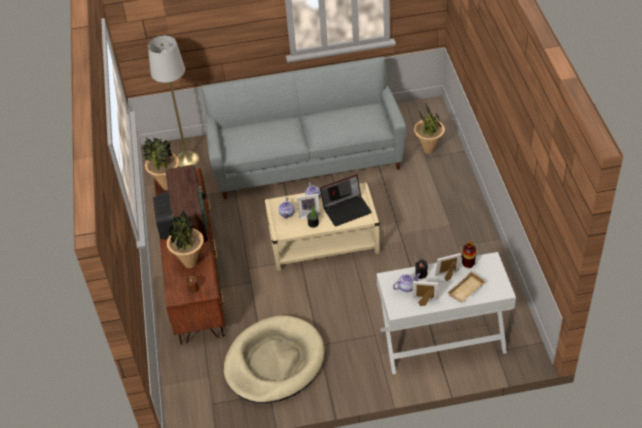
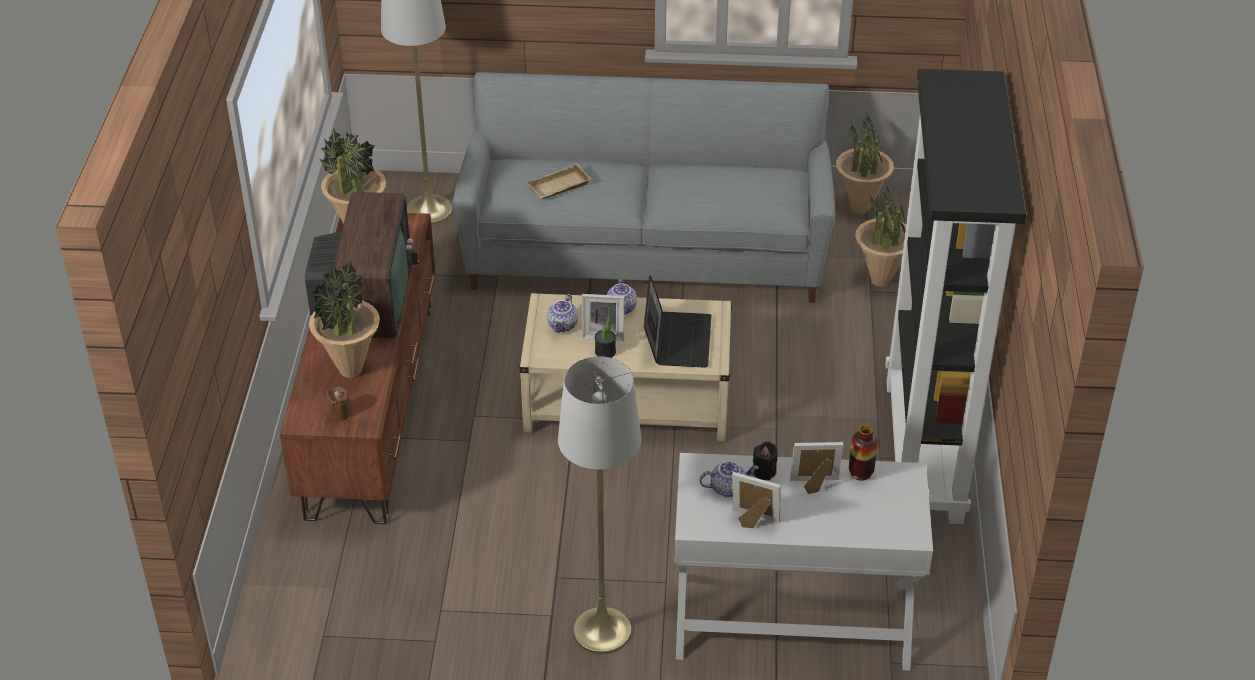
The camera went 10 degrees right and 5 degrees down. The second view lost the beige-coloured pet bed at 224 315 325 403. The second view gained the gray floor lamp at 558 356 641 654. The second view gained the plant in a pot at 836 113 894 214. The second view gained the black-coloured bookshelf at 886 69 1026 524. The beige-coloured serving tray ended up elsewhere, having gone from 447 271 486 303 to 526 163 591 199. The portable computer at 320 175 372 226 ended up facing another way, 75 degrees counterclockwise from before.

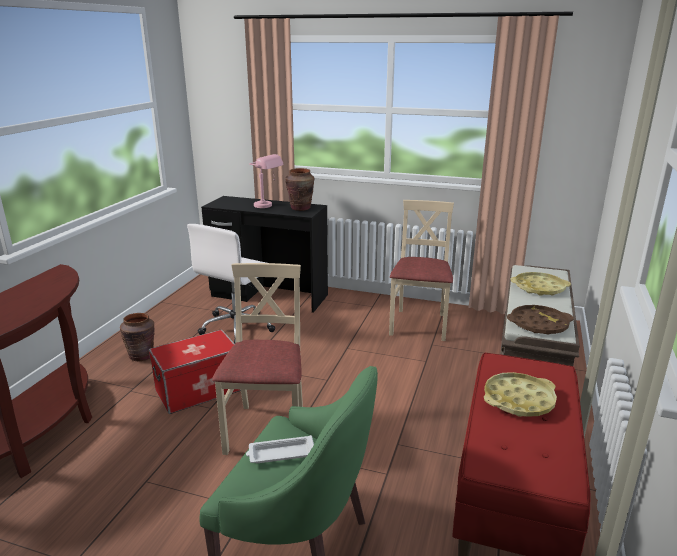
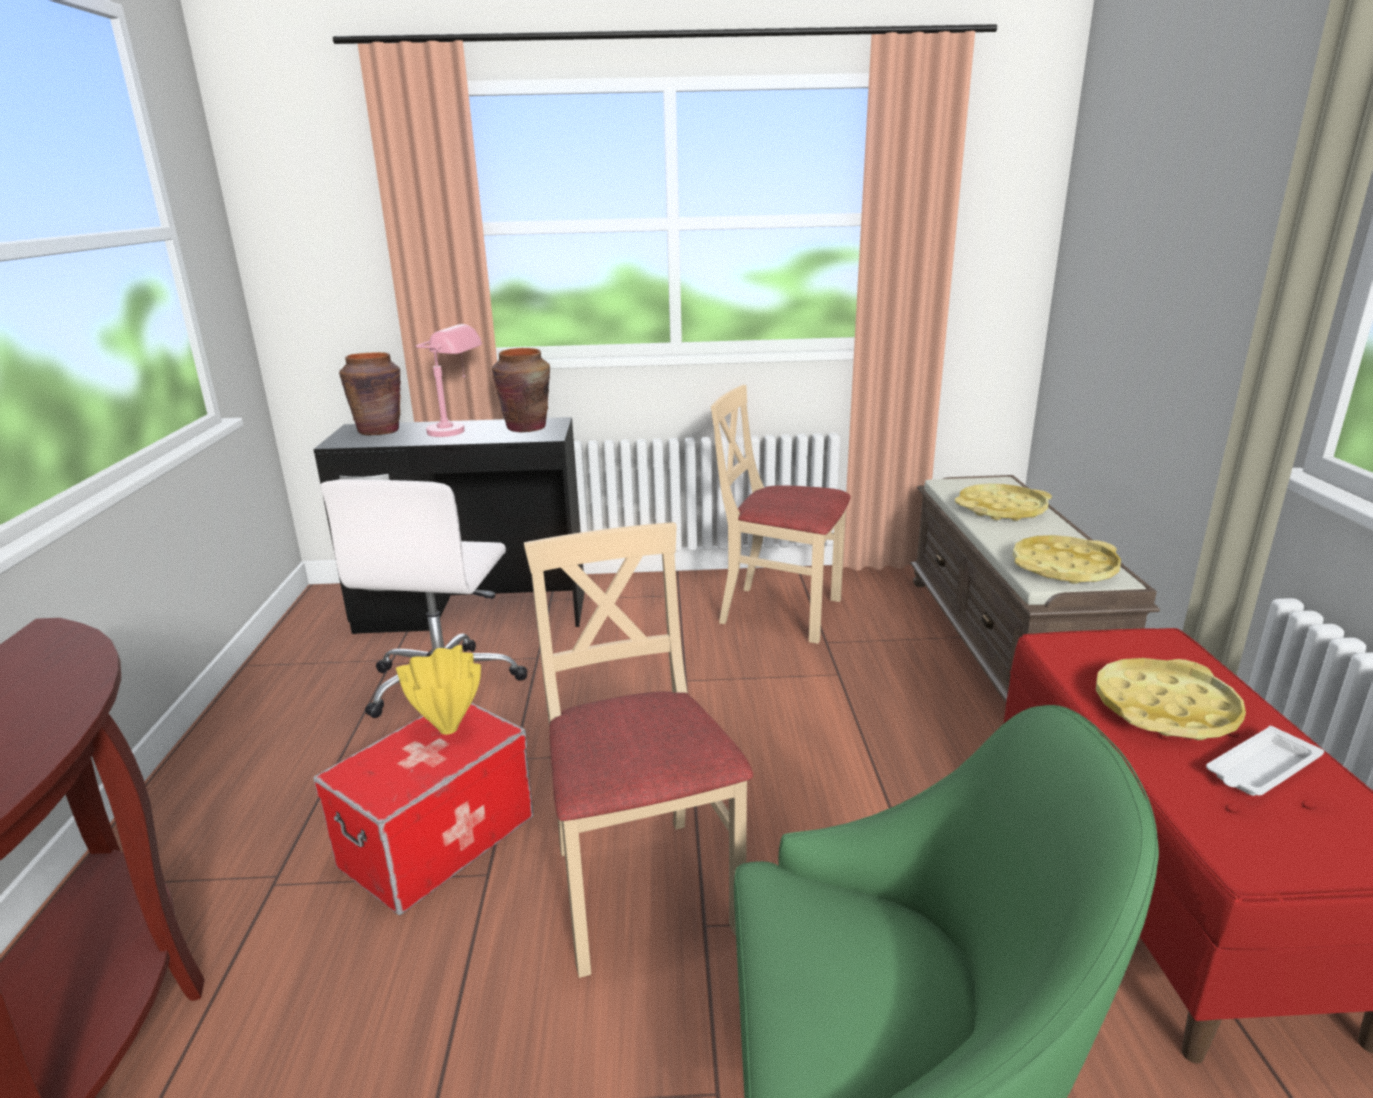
The camera went 20 degrees left and 0 degrees up. The second view gained the yellow-coloured vase at 396 645 481 735. The brown vase ended up elsewhere, having gone from 120 313 155 361 to 339 352 401 435. The white-coloured serving tray ended up elsewhere, having gone from 246 435 314 463 to 1206 726 1324 796. What was the brown serving tray at 507 305 574 334 turned into the yellow-coloured serving tray at 1013 535 1121 584. The beige-coloured upright chair at 389 200 454 341 ended up facing another way, 60 degrees counterclockwise from before.

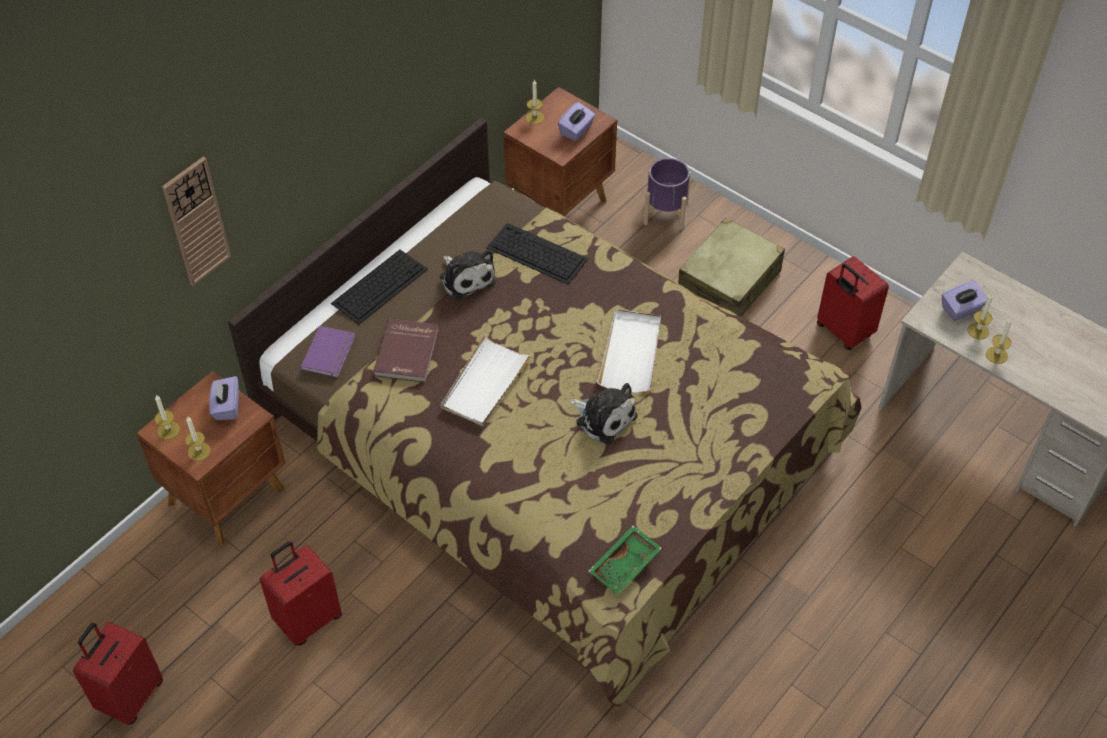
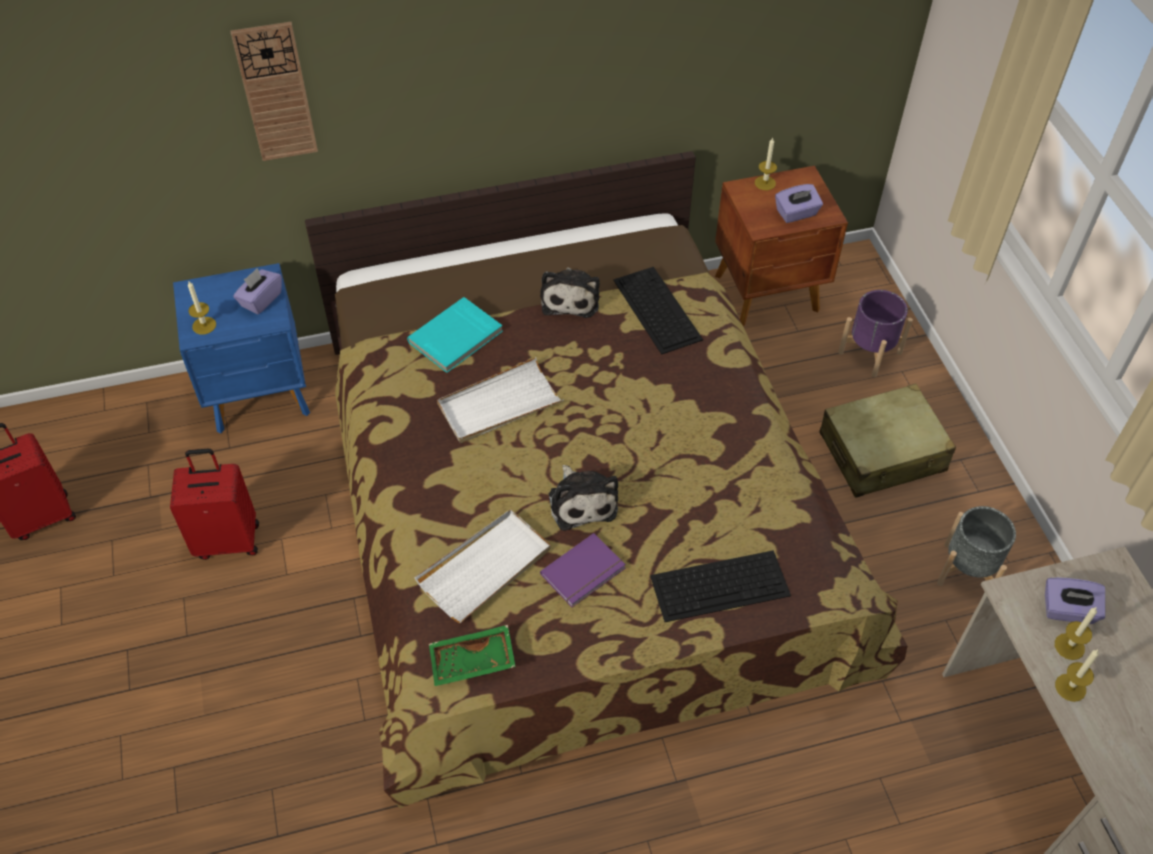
The camera went 35 degrees right and 0 degrees up. The second view lost the candle at 155 395 180 440. The purple-coloured volume ended up elsewhere, having gone from 300 326 356 378 to 540 533 626 608. The PC keyboard ended up elsewhere, having gone from 331 250 428 324 to 650 550 791 622. The white-coloured serving tray ended up elsewhere, having gone from 596 309 661 393 to 414 509 551 623. Where the reddish piece of luggage stood at 817 256 889 350, the gray planter came to stand at 937 506 1016 586. What was the brown nightstand at 136 371 285 546 turned into the blue-coloured nightstand at 173 263 310 434. What was the reddish volume at 373 319 439 382 turned into the turquoise volume at 407 297 503 373.

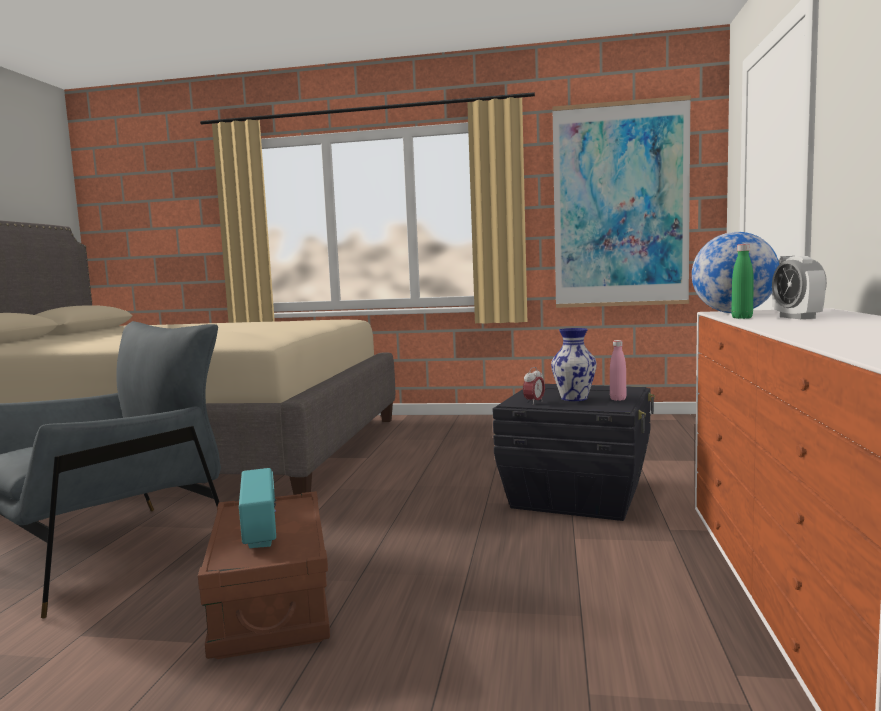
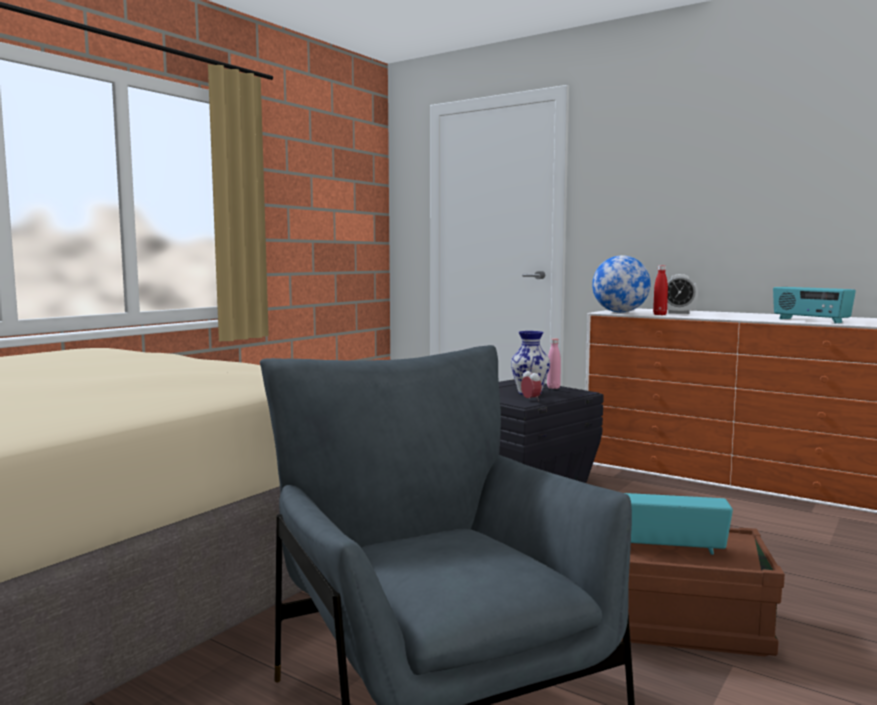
The camera went 65 degrees left and 0 degrees up. The second view lost the picture at 552 95 691 308. The second view gained the radio at 773 287 856 324. What was the green drink bottle at 731 244 754 319 turned into the reddish drink bottle at 653 265 668 315.

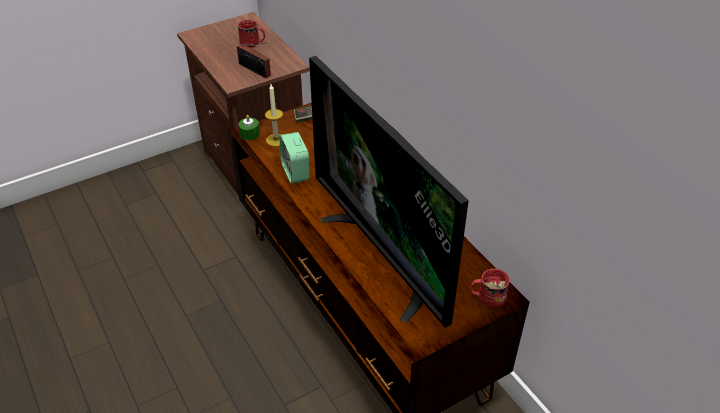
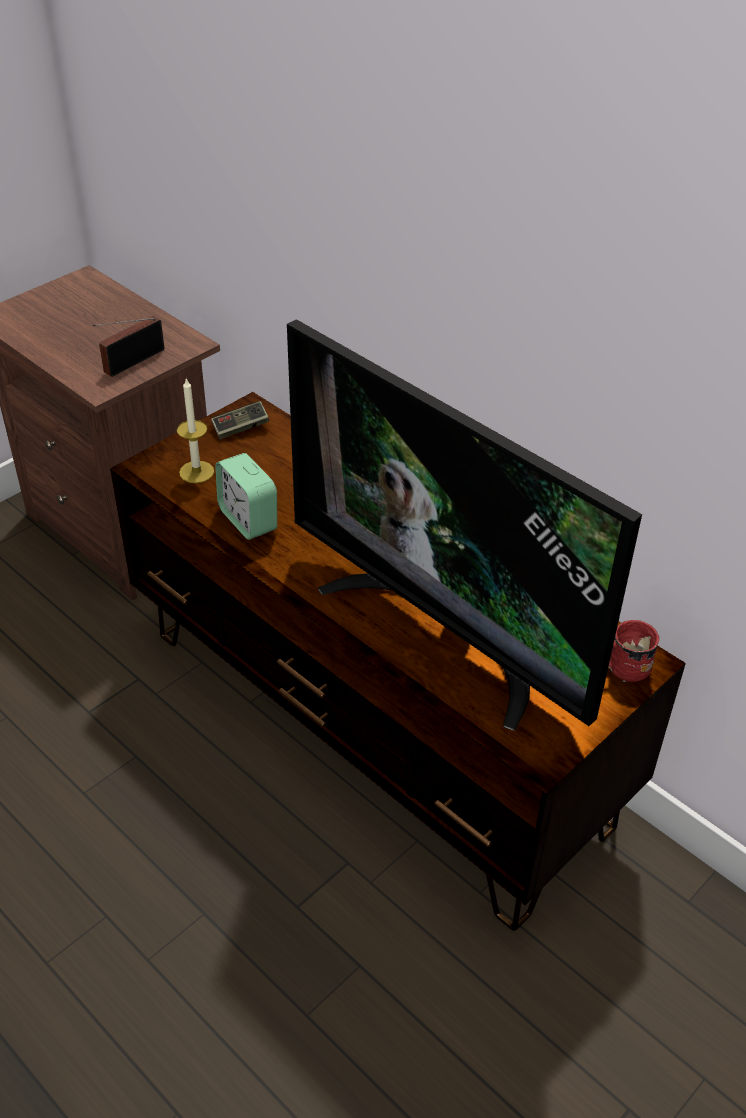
The camera went 15 degrees left and 0 degrees up. The second view lost the reddish tea mug at 238 20 265 48. The second view lost the green candle at 239 115 260 140. The radio at 237 44 271 78 ended up facing another way, 105 degrees clockwise from before.

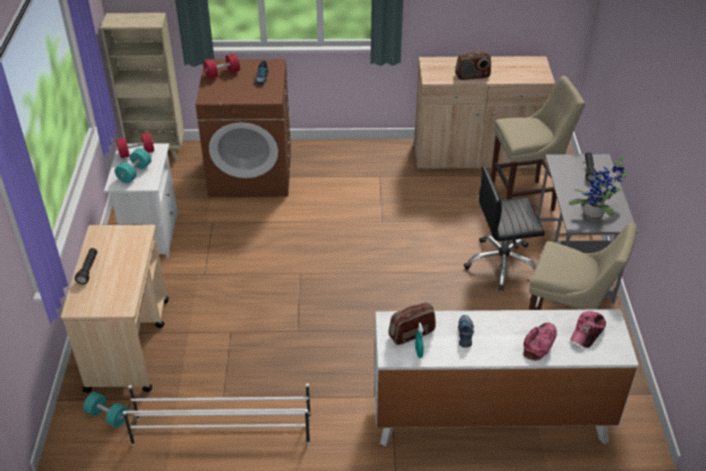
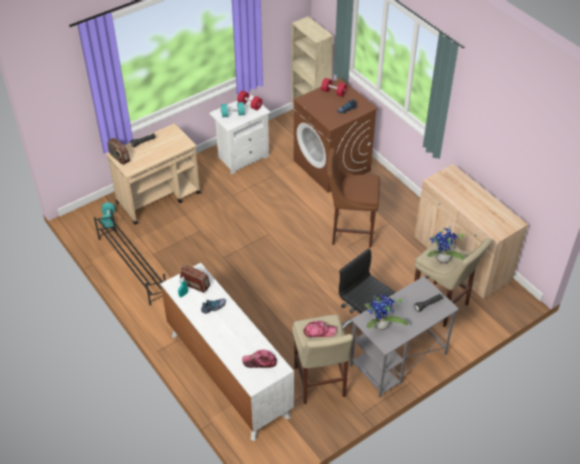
The camera went 55 degrees right and 5 degrees up. The second view gained the brown stool at 326 148 380 248. The second view gained the plant in a pot at 427 228 466 264. The radio ended up elsewhere, having gone from 455 50 491 80 to 108 138 130 165. The baseball cap ended up elsewhere, having gone from 524 322 557 360 to 304 321 337 337. What was the white-coloured shoe shelf at 123 383 311 446 turned into the black-coloured shoe shelf at 94 209 166 305.

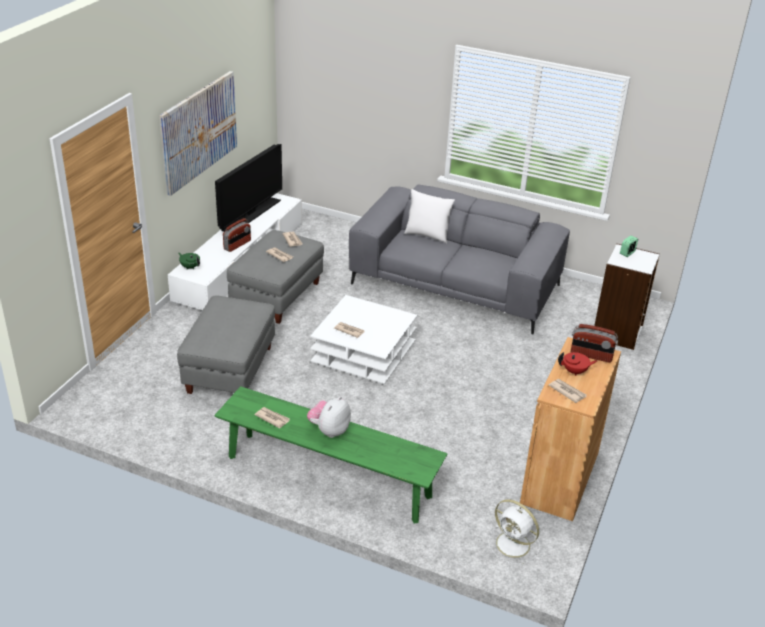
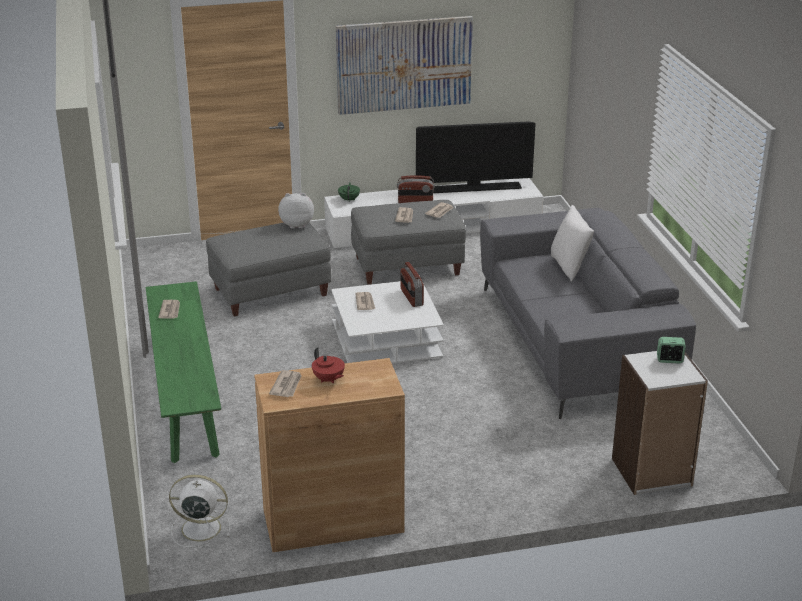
The camera went 55 degrees right and 5 degrees down. The plush toy ended up elsewhere, having gone from 307 397 351 438 to 278 193 314 229. The radio ended up elsewhere, having gone from 571 324 618 363 to 401 262 424 307. The white-coloured fan at 488 499 540 565 ended up facing another way, 90 degrees clockwise from before.

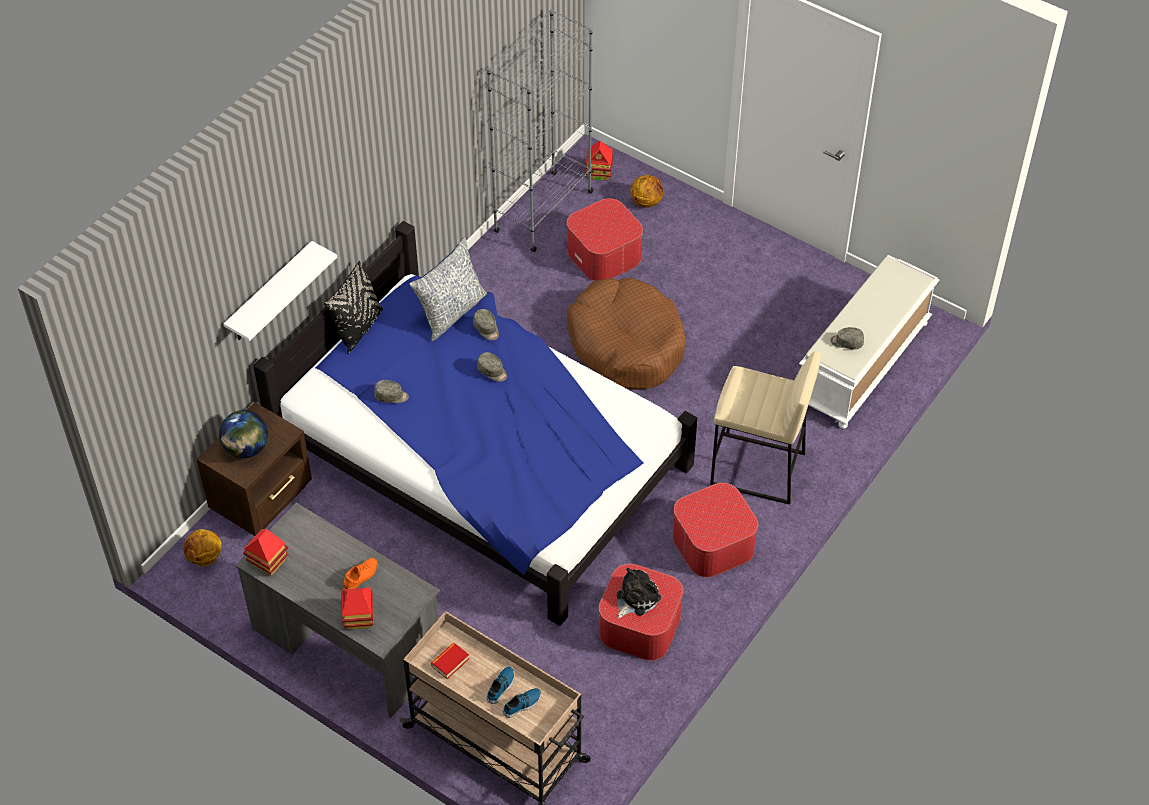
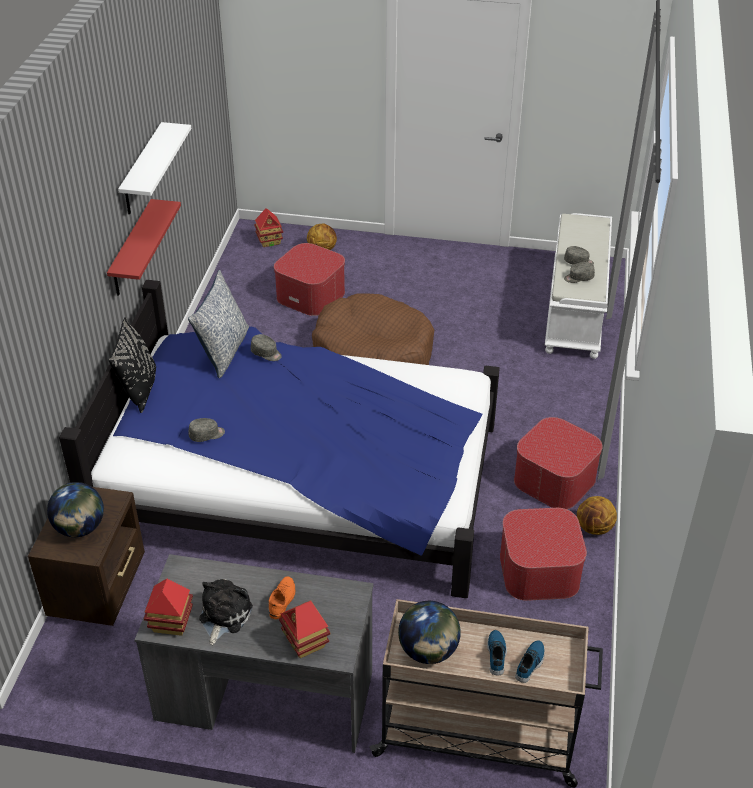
The camera went 25 degrees left and 10 degrees down. The second view lost the gray bookshelf at 487 9 594 252. The second view lost the beige-coloured stool at 710 351 821 504. The second view gained the reddish wall shelf at 107 199 181 296. The ball for basketball ended up elsewhere, having gone from 183 529 222 567 to 577 496 617 535. The white-coloured wall shelf ended up elsewhere, having gone from 224 241 337 341 to 118 122 191 215. The gray baseball cap ended up elsewhere, having gone from 477 352 507 382 to 564 246 594 265. The plush toy ended up elsewhere, having gone from 616 568 661 619 to 199 579 253 645. Where the volume stood at 431 643 469 679, the globe came to stand at 398 601 461 664.

